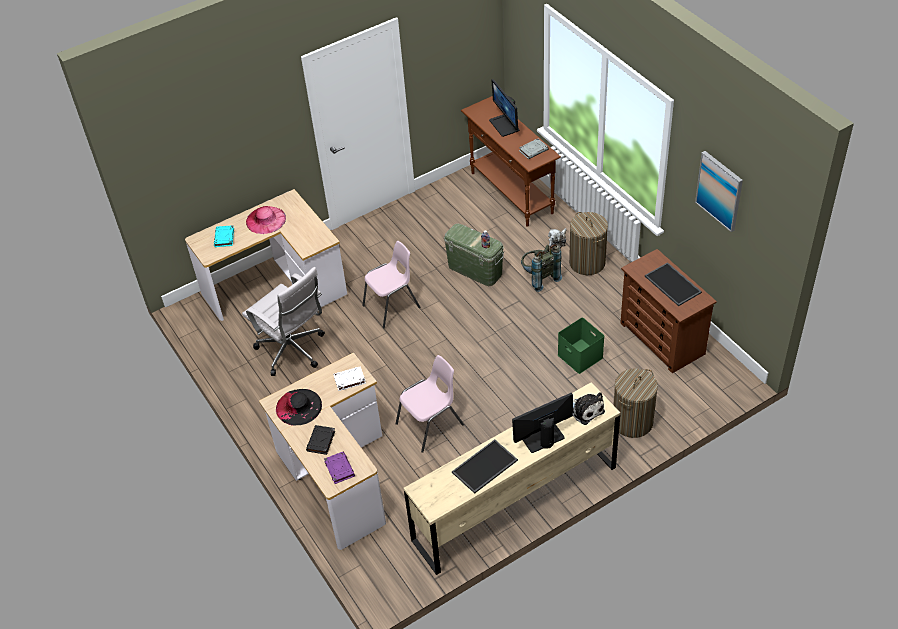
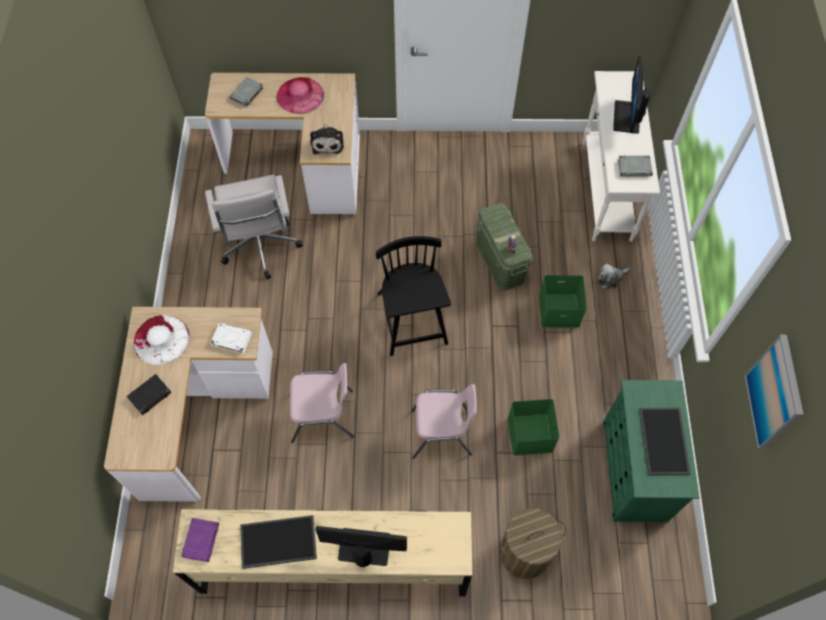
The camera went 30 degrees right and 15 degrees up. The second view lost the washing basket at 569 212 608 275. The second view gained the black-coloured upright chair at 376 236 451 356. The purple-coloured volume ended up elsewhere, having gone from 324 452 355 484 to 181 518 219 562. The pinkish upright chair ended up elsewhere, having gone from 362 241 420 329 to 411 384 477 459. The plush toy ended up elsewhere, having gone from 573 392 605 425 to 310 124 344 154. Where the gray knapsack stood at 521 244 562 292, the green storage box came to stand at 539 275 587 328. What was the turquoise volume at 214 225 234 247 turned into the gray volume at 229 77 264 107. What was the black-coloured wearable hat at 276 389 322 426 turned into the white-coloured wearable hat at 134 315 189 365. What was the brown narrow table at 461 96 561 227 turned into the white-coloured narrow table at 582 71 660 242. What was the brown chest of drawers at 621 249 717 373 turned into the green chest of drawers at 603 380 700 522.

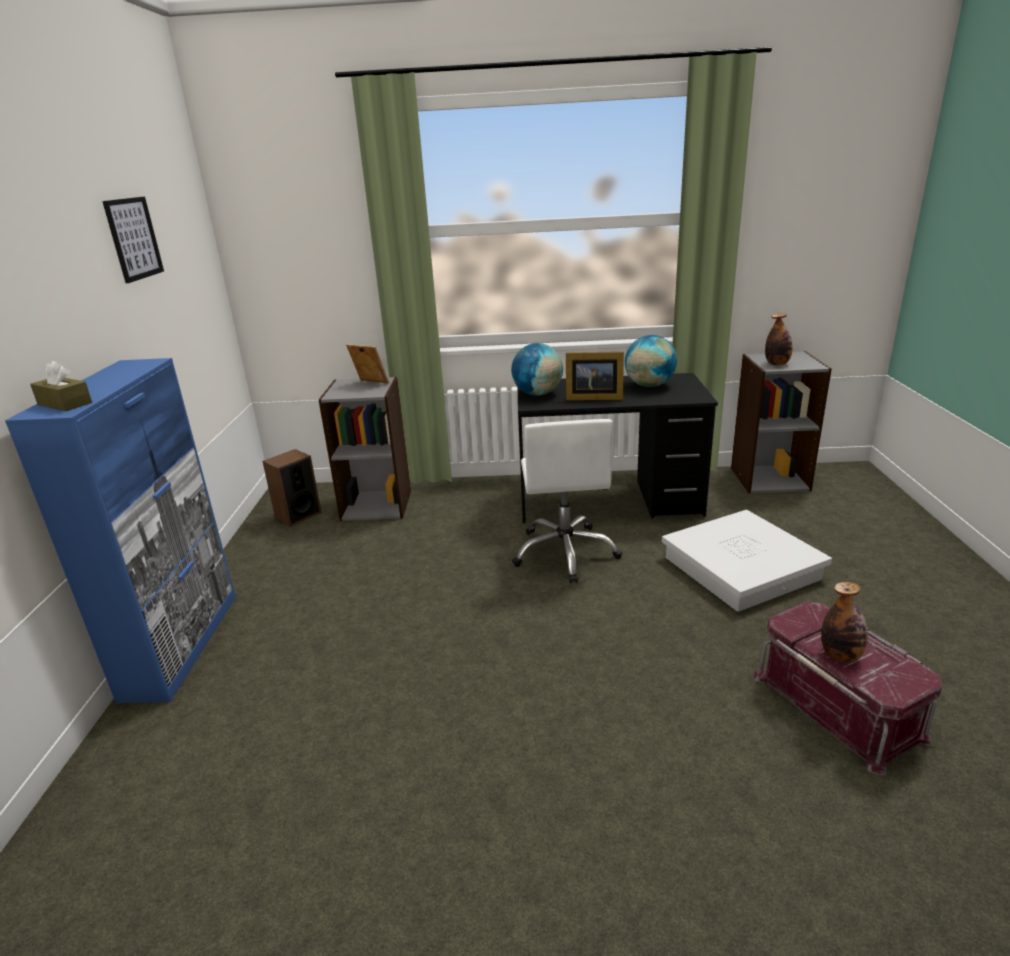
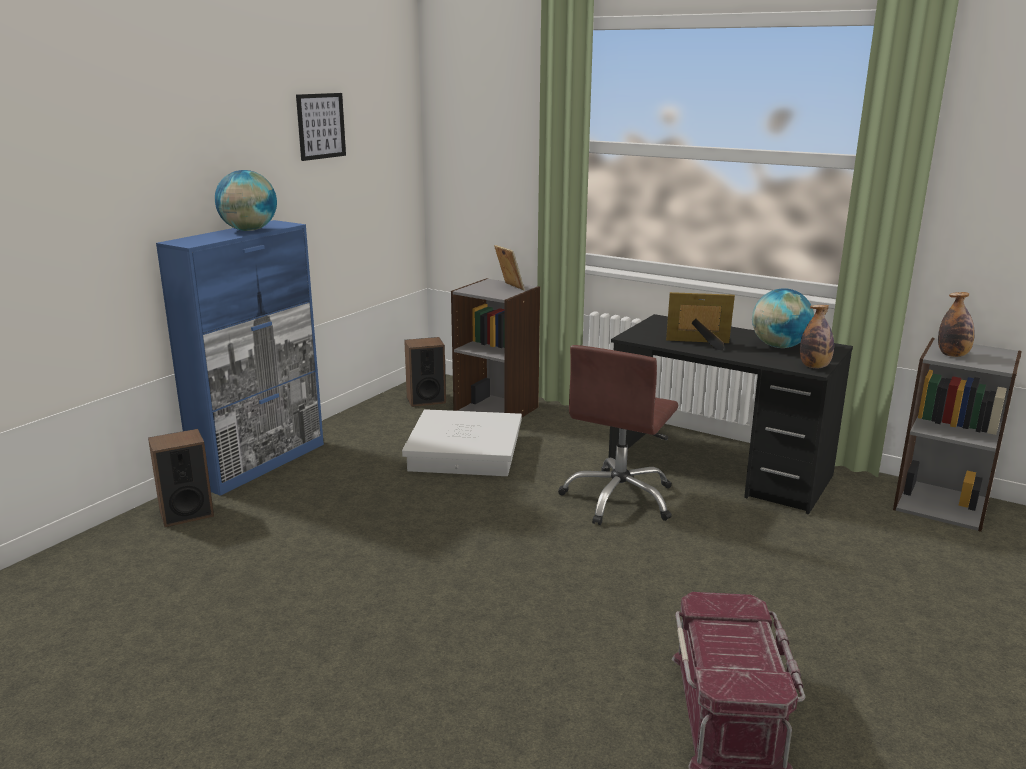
The camera went 30 degrees right and 5 degrees down. The second view lost the brown tissue holder at 30 361 92 411. The second view gained the loudspeaker at 148 429 214 527. The globe ended up elsewhere, having gone from 511 343 563 396 to 215 170 277 231. The white-coloured storage box ended up elsewhere, having gone from 662 510 832 612 to 402 409 522 476. The drink bottle ended up elsewhere, having gone from 821 582 868 662 to 800 305 834 368. What was the white-coloured computer chair at 512 419 622 583 turned into the brown computer chair at 558 345 678 525. The picture frame at 566 352 624 401 ended up facing another way, 150 degrees clockwise from before.

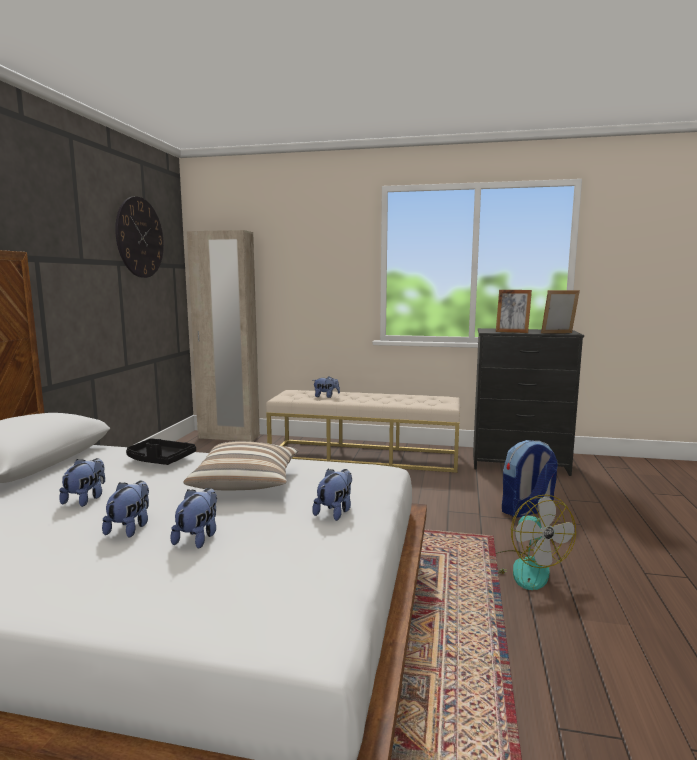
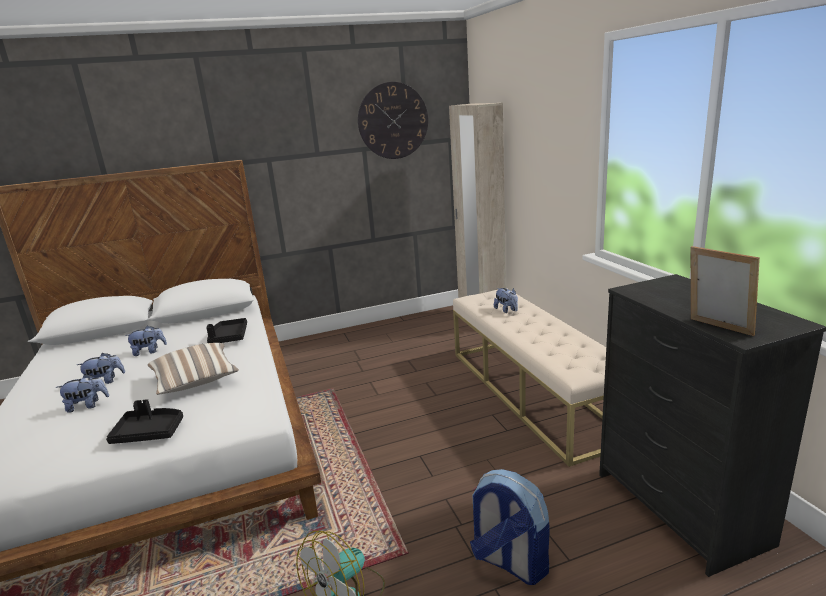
The camera went 60 degrees right and 10 degrees up. The second view lost the picture frame at 496 290 532 333. Where the plush toy stood at 312 469 352 521, the black-coloured serving tray came to stand at 106 399 183 444.

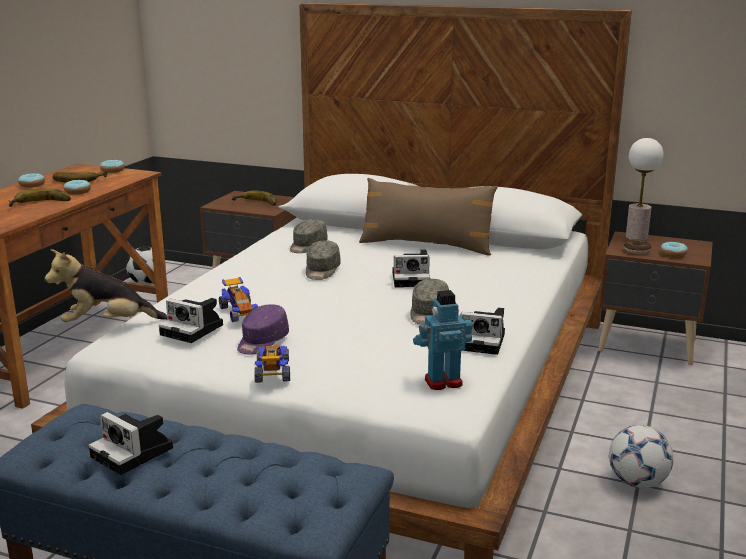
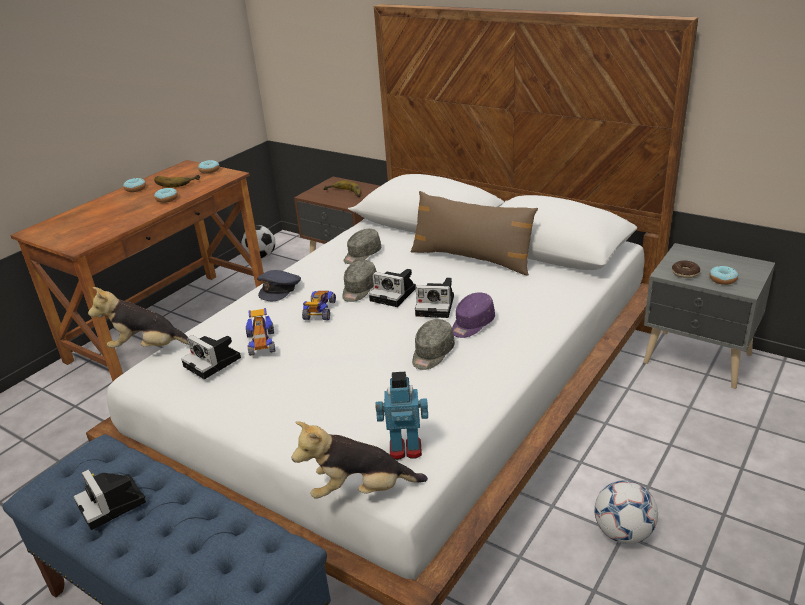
The camera went 15 degrees right and 10 degrees up. The second view lost the banana fruit at 9 188 71 207. The second view lost the table lamp at 626 138 663 241. The second view gained the gray baseball cap at 257 270 301 301. The second view gained the plush toy at 291 421 428 499. The purple-coloured baseball cap ended up elsewhere, having gone from 237 304 289 354 to 452 292 495 338. The toy car ended up elsewhere, having gone from 254 346 290 383 to 302 291 336 320. The photo camera ended up elsewhere, having gone from 460 308 505 355 to 369 269 416 307. What was the brown nightstand at 598 231 713 365 turned into the gray nightstand at 644 243 775 389.

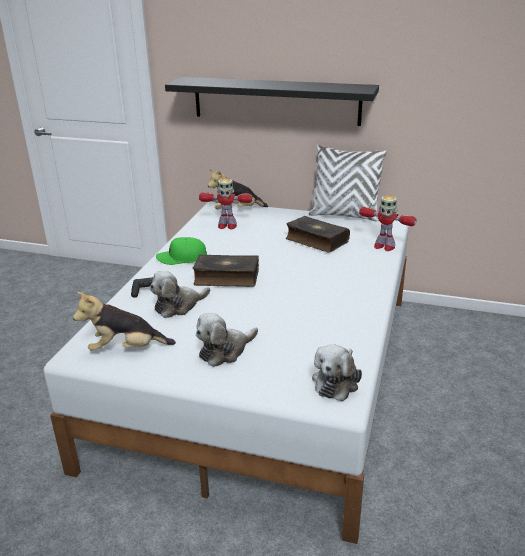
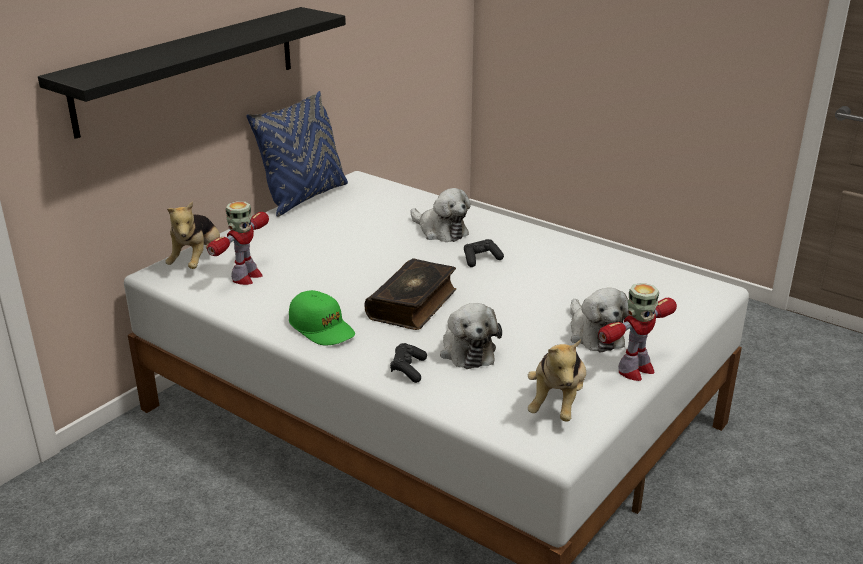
The camera went 70 degrees left and 0 degrees up. The second view lost the volume at 286 216 350 253. The second view gained the black-coloured game controller at 464 239 504 267. The plush toy ended up elsewhere, having gone from 312 344 362 401 to 410 188 471 242. The model robot ended up elsewhere, having gone from 359 195 417 251 to 598 283 677 381. What was the white-coloured cushion at 309 144 387 221 turned into the blue-coloured cushion at 247 91 348 217. The green baseball cap at 156 237 207 265 ended up facing another way, 60 degrees counterclockwise from before.

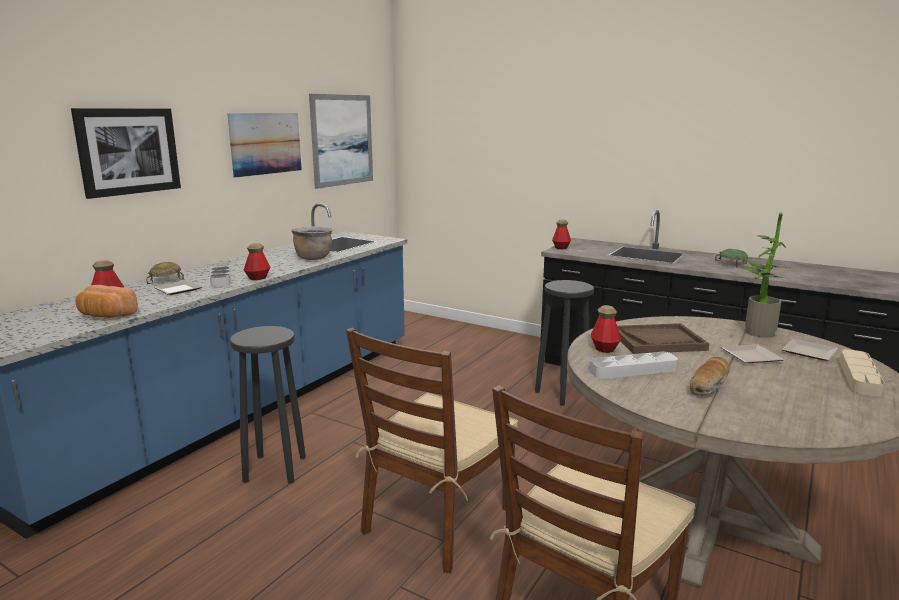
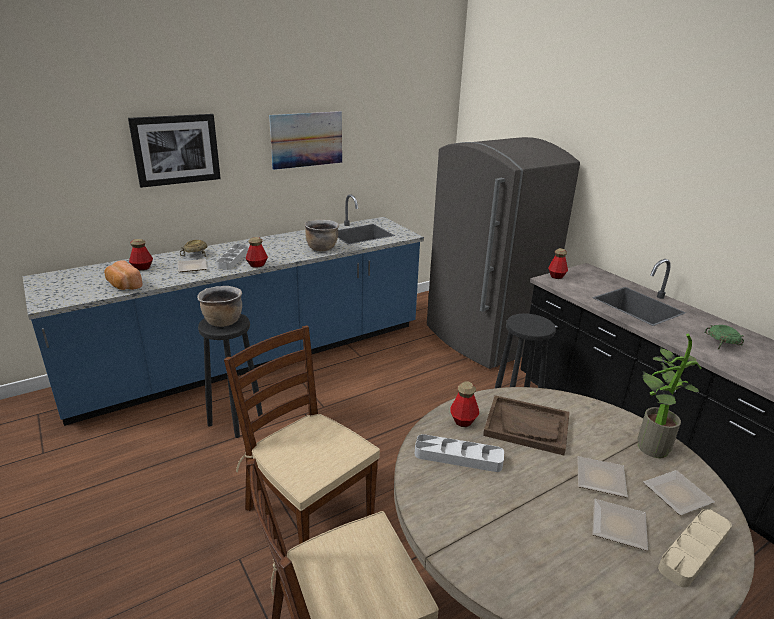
The camera went 25 degrees right and 10 degrees up. The second view lost the picture at 309 94 373 189. The second view lost the bread at 690 357 730 396. The second view gained the brown stockpot at 197 286 242 327. The second view gained the gray fridge at 427 137 580 369. The second view gained the flat dish at 592 499 648 551. The brown upright chair at 346 328 518 573 ended up facing another way, 75 degrees clockwise from before.

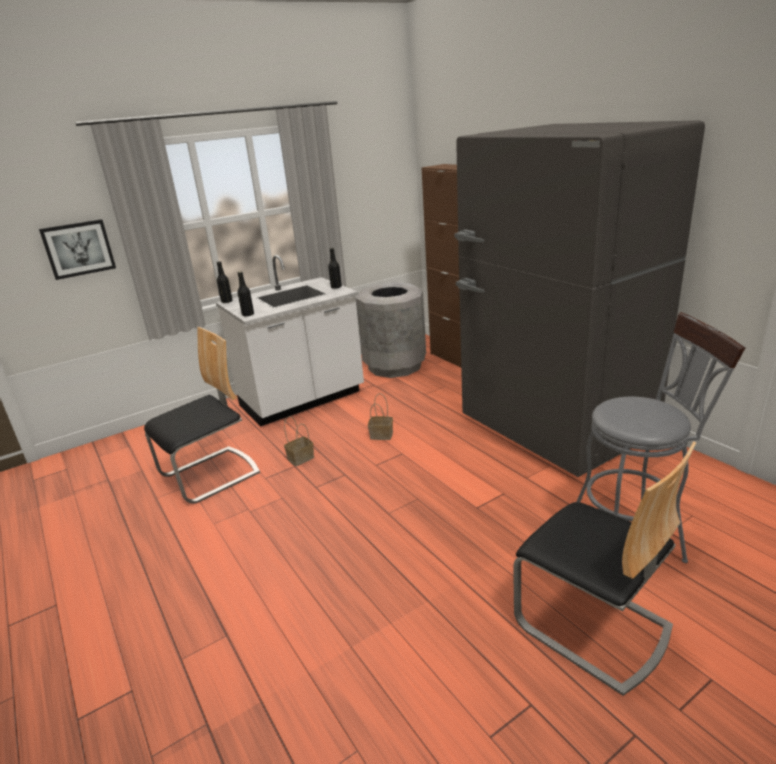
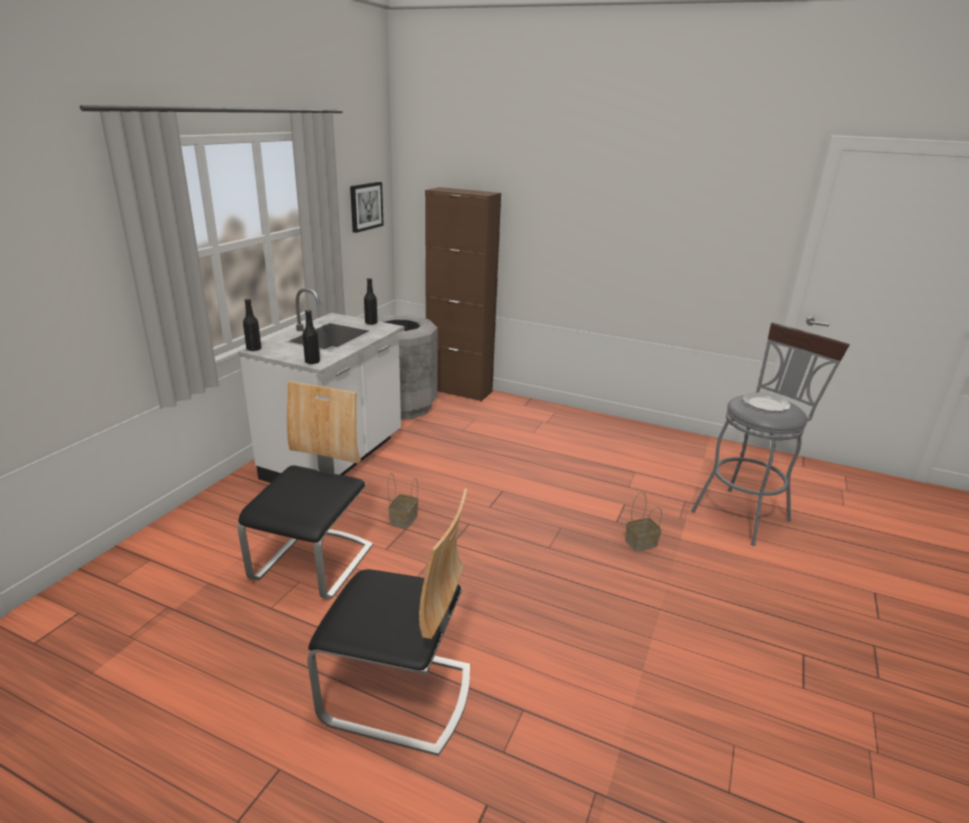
The camera went 35 degrees left and 0 degrees up. The second view lost the gray fridge at 454 120 705 477. The second view gained the flat dish at 743 392 791 412. The picture ended up elsewhere, having gone from 39 219 116 280 to 350 182 384 233. The storage basket ended up elsewhere, having gone from 368 393 393 440 to 625 492 662 552. The upright chair ended up elsewhere, having gone from 513 441 696 696 to 307 488 470 756.

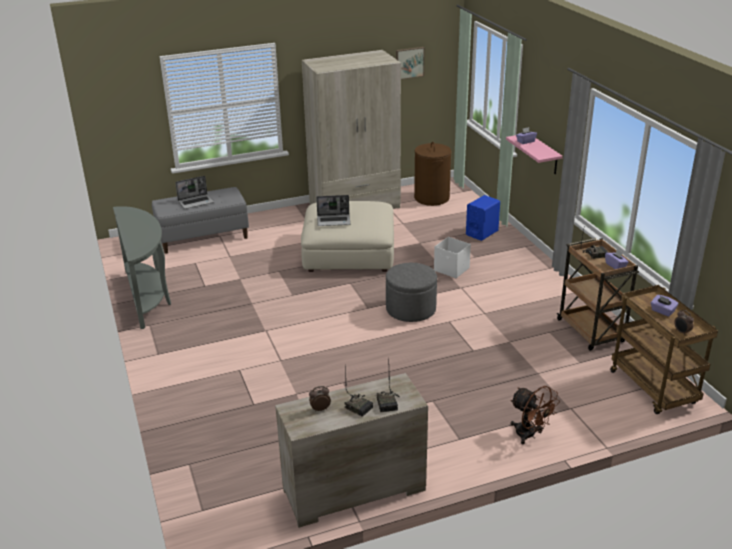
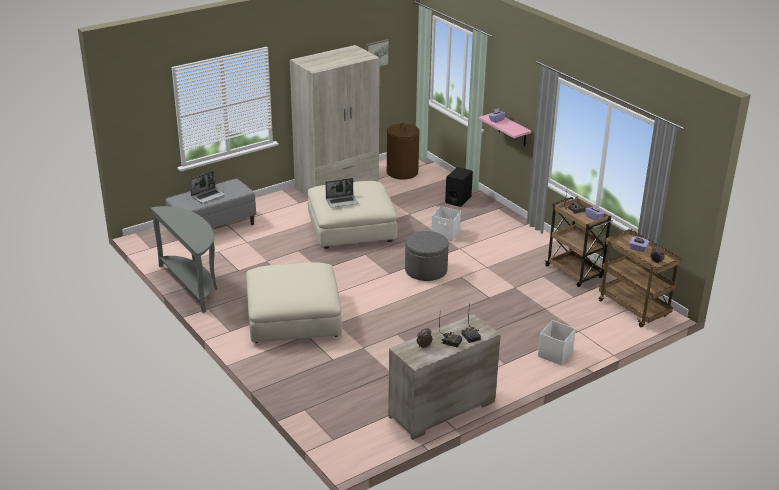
The camera went 15 degrees left and 0 degrees up. The second view gained the beige-coloured ottoman at 246 262 342 343. Where the brown fan stood at 510 386 560 444, the white-coloured storage box came to stand at 538 320 576 365. What was the blue-coloured loudspeaker at 466 195 500 241 turned into the black-coloured loudspeaker at 445 167 473 207.

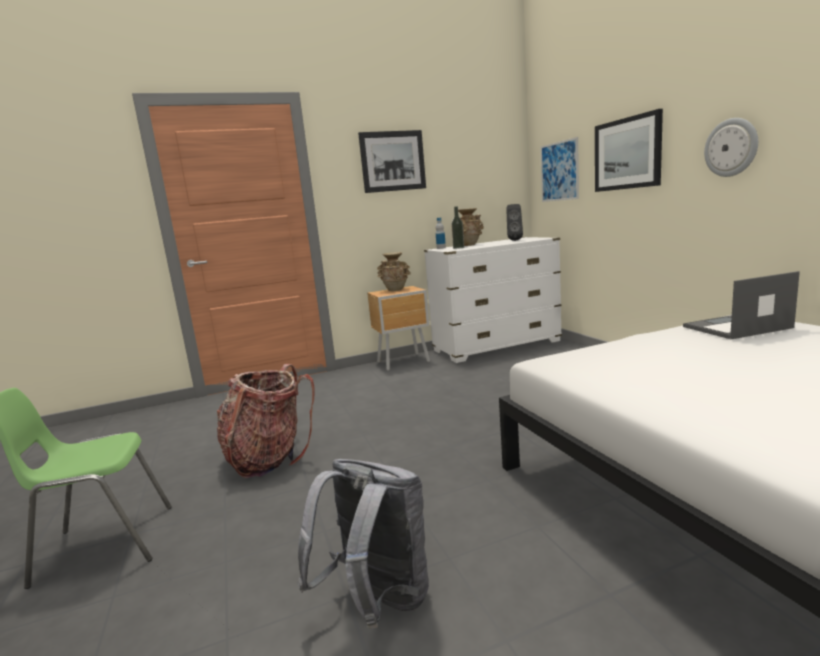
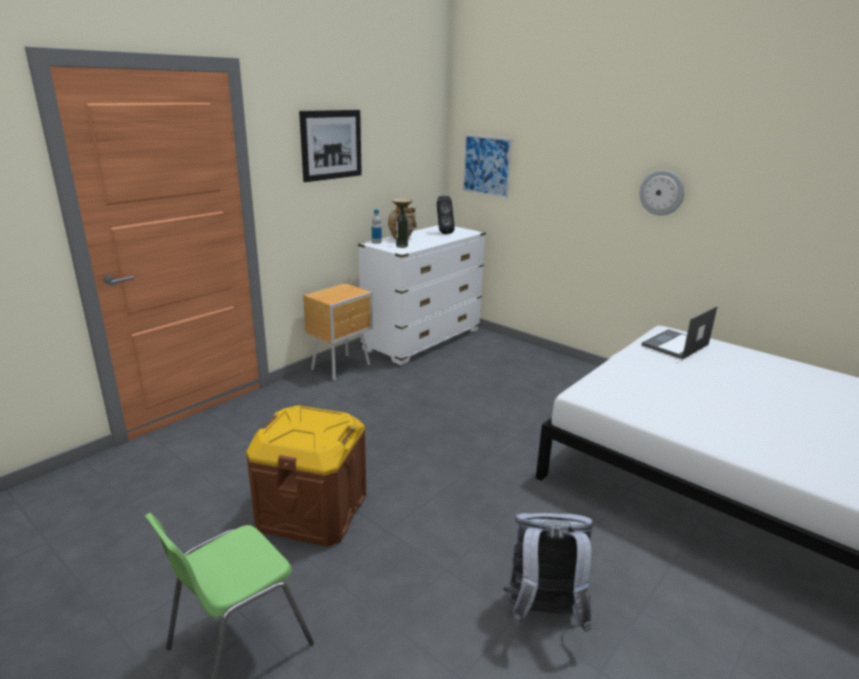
The camera went 30 degrees left and 10 degrees up. The second view lost the beige-coloured vase at 377 252 411 291. The second view lost the picture at 595 109 663 192. Where the knapsack stood at 217 364 315 478, the brown storage box came to stand at 246 405 366 547.

